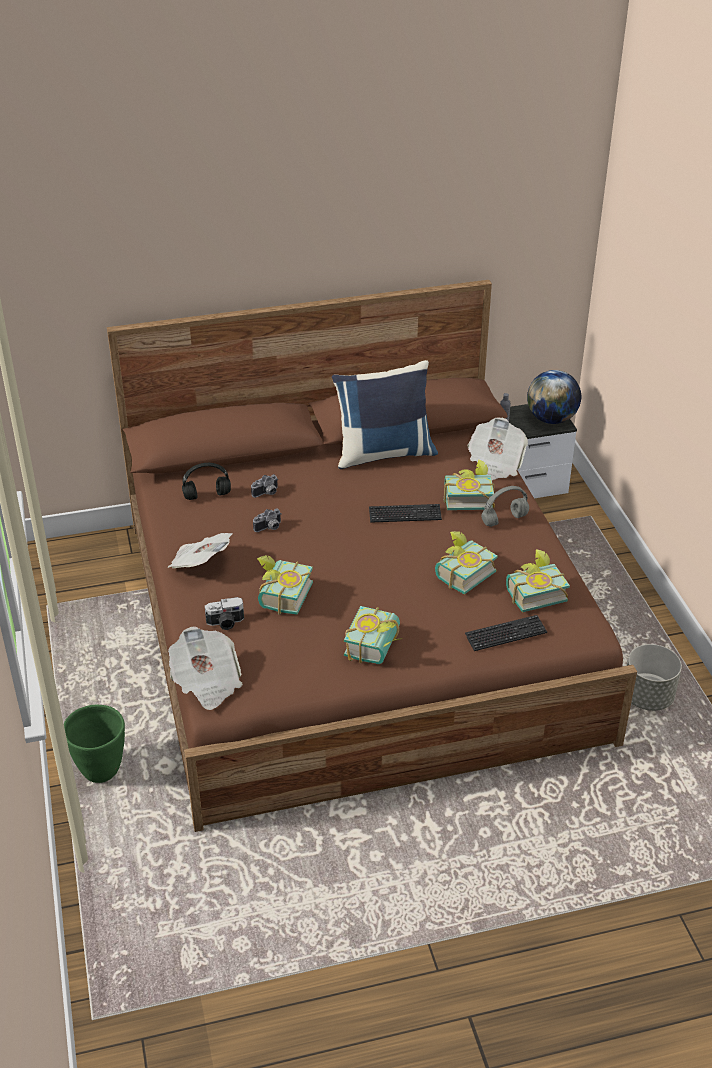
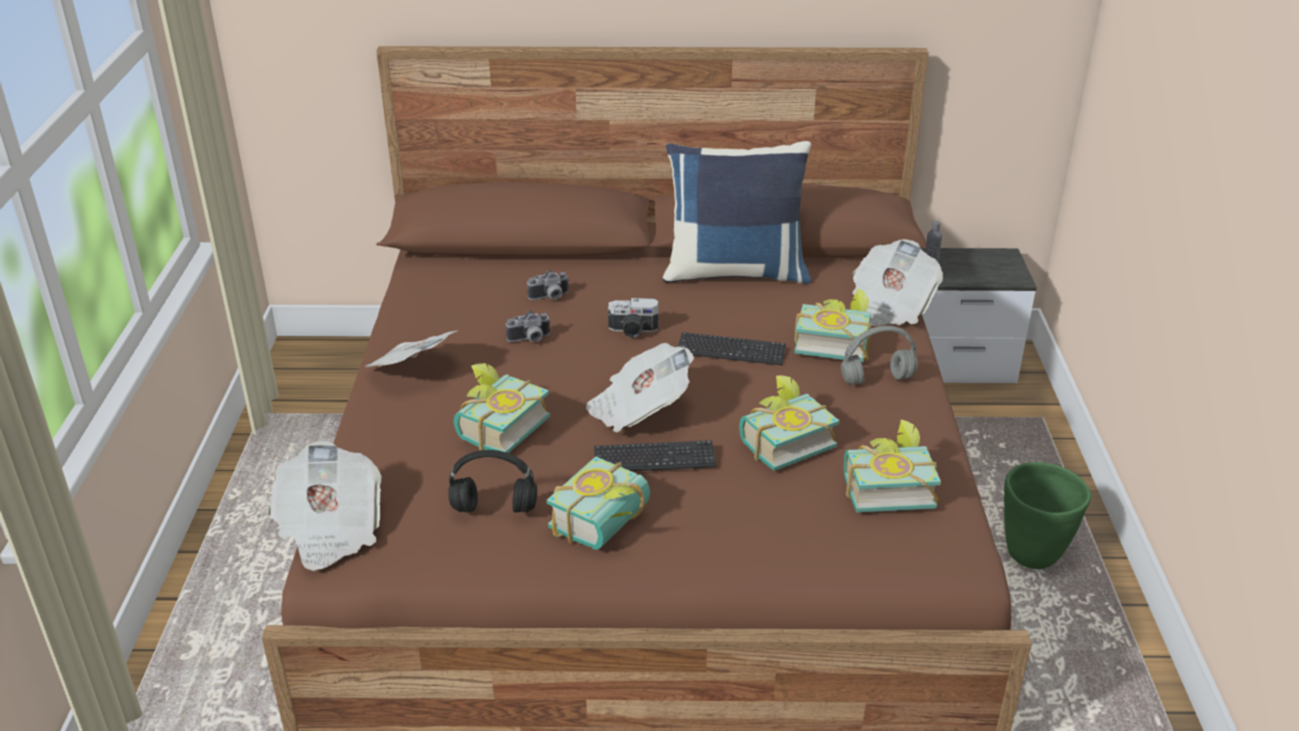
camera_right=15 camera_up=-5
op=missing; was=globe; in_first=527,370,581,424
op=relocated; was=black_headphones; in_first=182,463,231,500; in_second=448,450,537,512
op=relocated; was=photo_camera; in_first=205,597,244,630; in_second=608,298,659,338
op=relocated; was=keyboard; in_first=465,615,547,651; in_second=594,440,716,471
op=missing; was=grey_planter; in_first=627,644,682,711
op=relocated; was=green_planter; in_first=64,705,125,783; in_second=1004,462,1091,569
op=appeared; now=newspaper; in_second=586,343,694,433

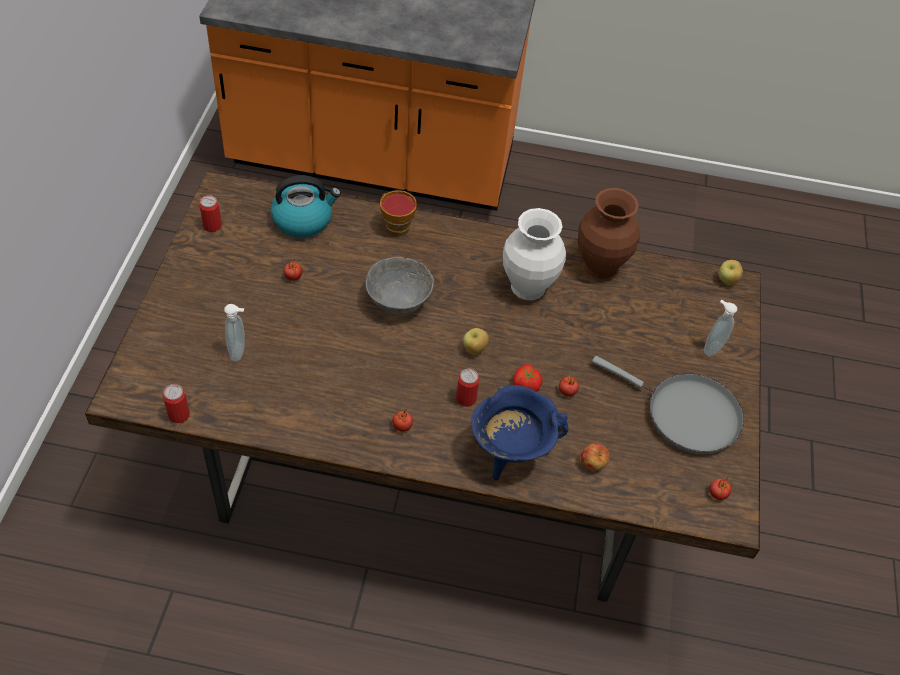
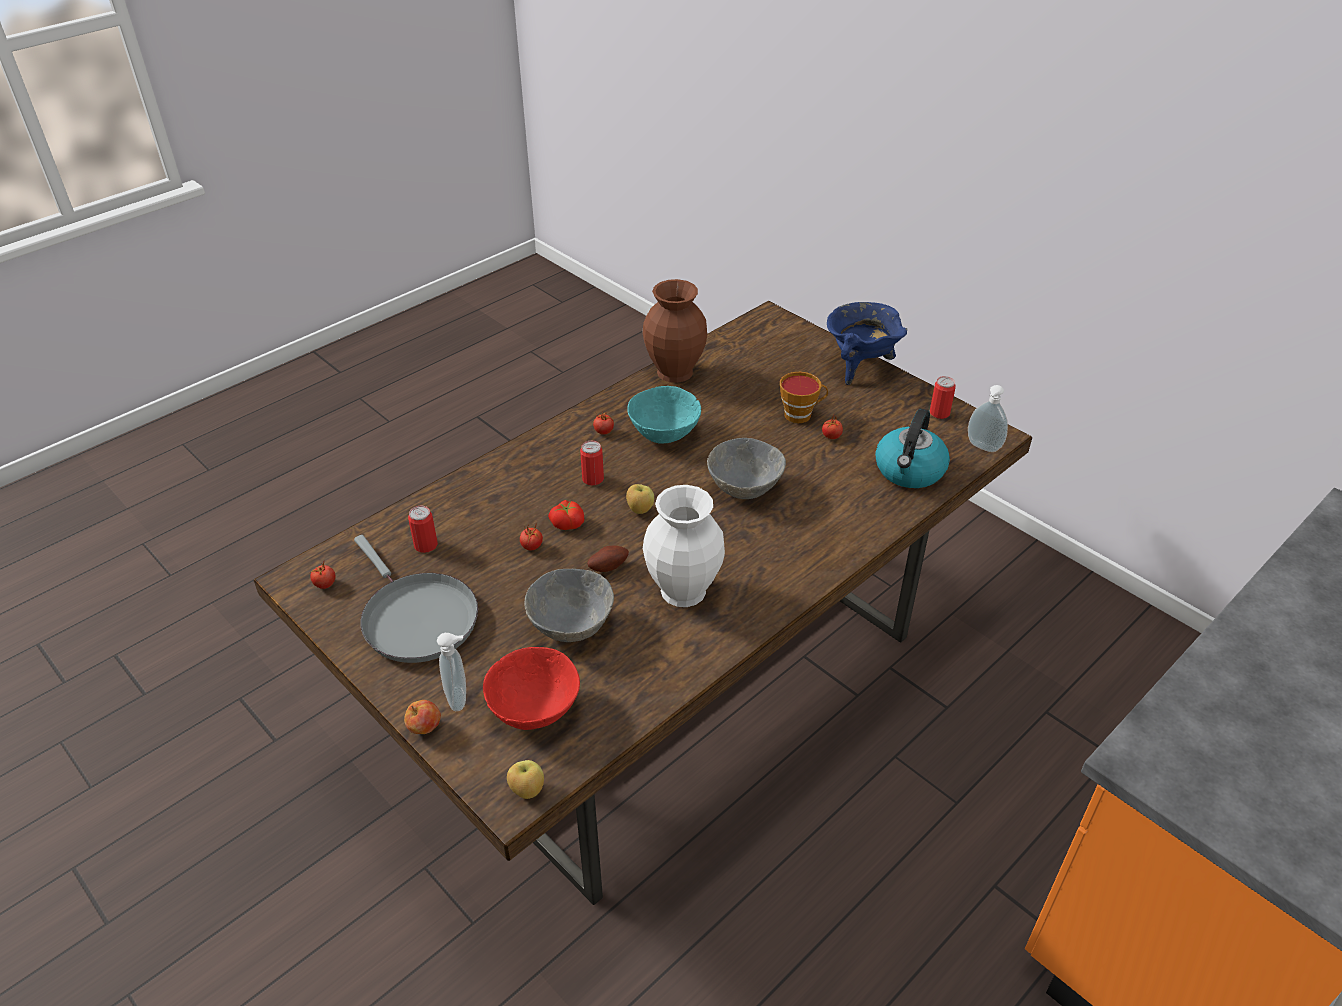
camera_right=130 camera_up=-10
op=relocated; was=brown_vase; in_first=578,188,640,279; in_second=642,279,707,383
op=relocated; was=cup; in_first=380,190,417,236; in_second=780,372,828,423
op=relocated; was=soap_dispenser; in_first=224,304,245,361; in_second=968,385,1008,452
op=spun; was=grey_frying_pan; in_first=592,356,744,454; in_second=354,535,478,663; clockwise=-105
op=relocated; was=can; in_first=163,384,190,423; in_second=408,506,438,553
op=relocated; was=blue_cooking_pot; in_first=471,385,568,480; in_second=827,302,907,385
op=relocated; was=apple; in_first=581,443,609,470; in_second=404,700,441,734
op=appeared; now=turquoise_bowl; in_second=627,386,701,444
op=appeared; now=potato; in_second=587,545,629,572
op=appeared; now=grey_bowl; in_second=524,569,614,642
op=appeared; now=red_bowl; in_second=483,647,580,730

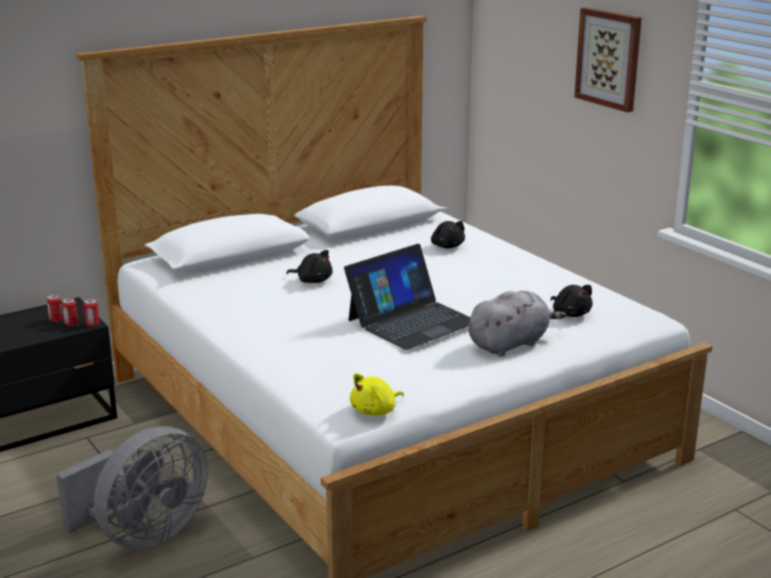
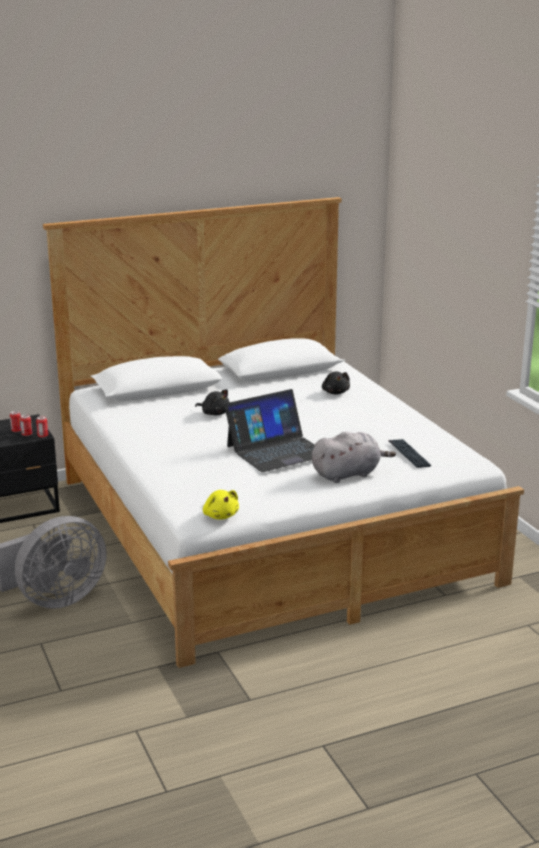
camera_right=10 camera_up=0
op=missing; was=picture; in_first=574,7,642,112
op=exchanged; was=black_plush_toy; now=keyboard; in_first=551,285,593,317; in_second=388,439,431,468
op=spun; was=yellow_plush_toy; in_first=350,373,404,416; in_second=203,490,239,519; clockwise=-90

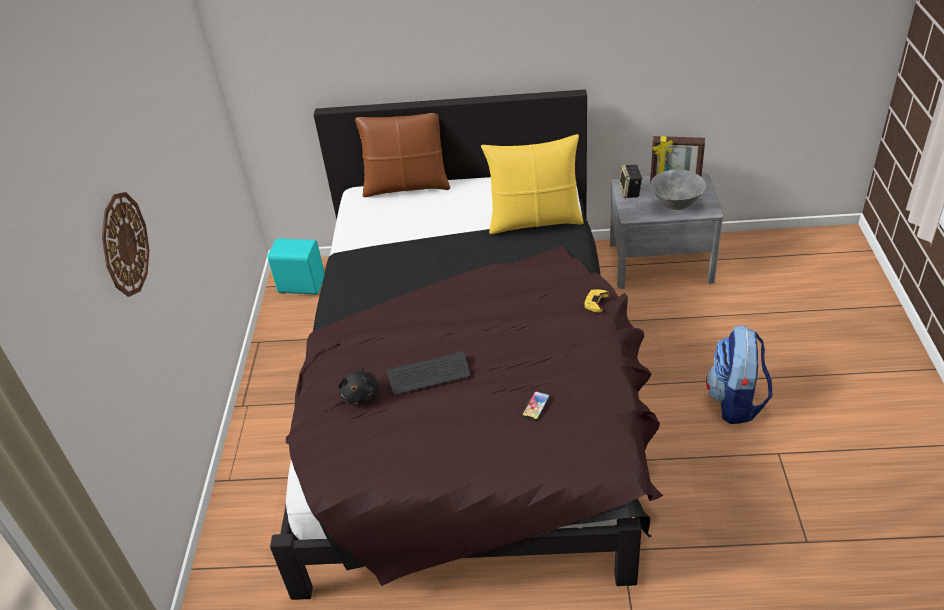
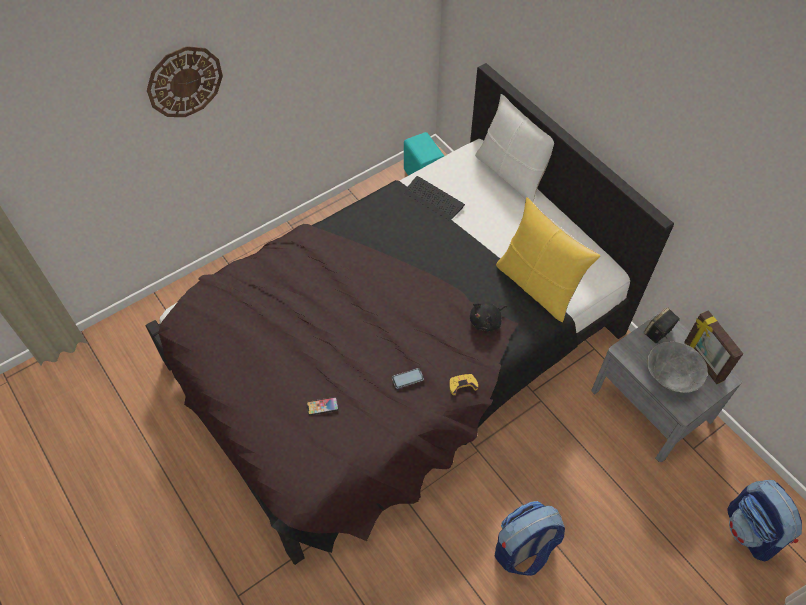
camera_right=50 camera_up=15
op=colour; was=brown_pillow; now=white_pillow; in_first=355,113,450,197; in_second=475,94,554,202
op=relocated; was=keyboard; in_first=386,351,470,395; in_second=404,176,465,221
op=relocated; was=black_plush_toy; in_first=338,368,379,405; in_second=470,302,507,332
op=appeared; now=phone; in_second=392,368,424,389
op=appeared; now=backpack; in_second=727,480,802,562

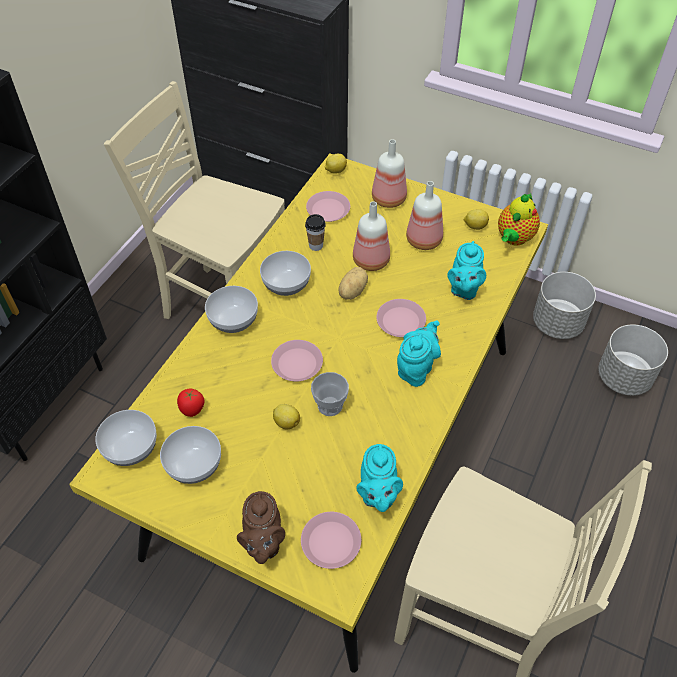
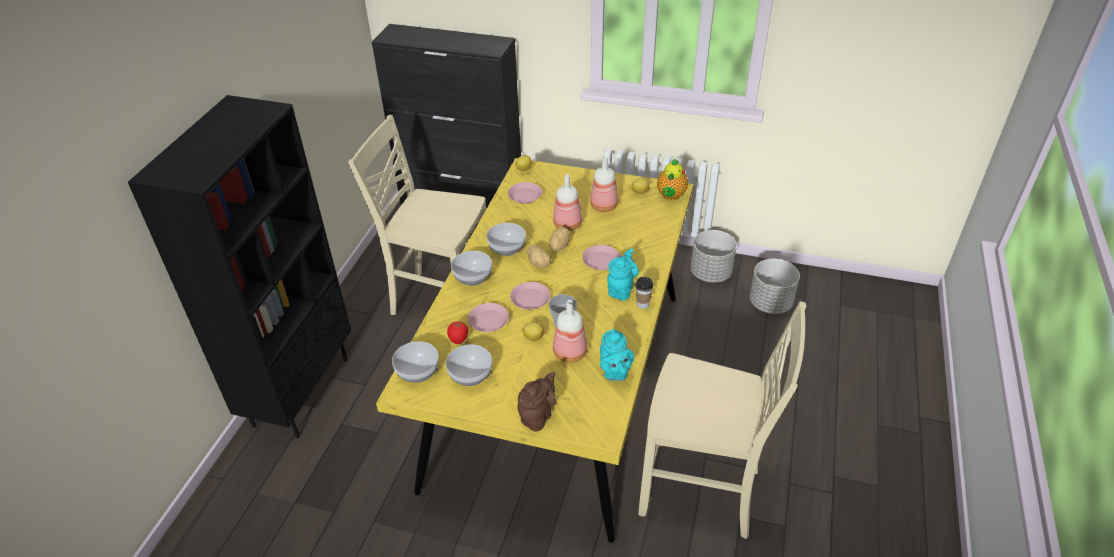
camera_right=-10 camera_up=-10
op=relocated; was=bottle; in_first=372,139,407,208; in_second=553,300,587,363
op=relocated; was=cup; in_first=305,214,326,251; in_second=635,277,653,309
op=missing; was=turquoise_teapot; in_first=447,241,486,300
op=spun; was=brown_teapot; in_first=237,491,285,564; in_second=518,372,556,432; clockwise=-135
op=relocated; was=pink_plate; in_first=301,512,361,569; in_second=468,303,509,332
op=appeared; now=potato; in_second=527,245,551,268

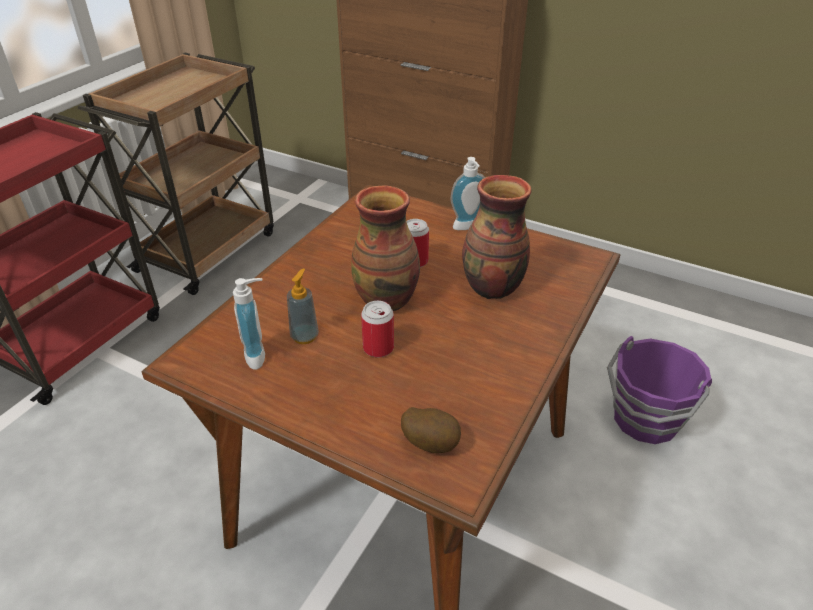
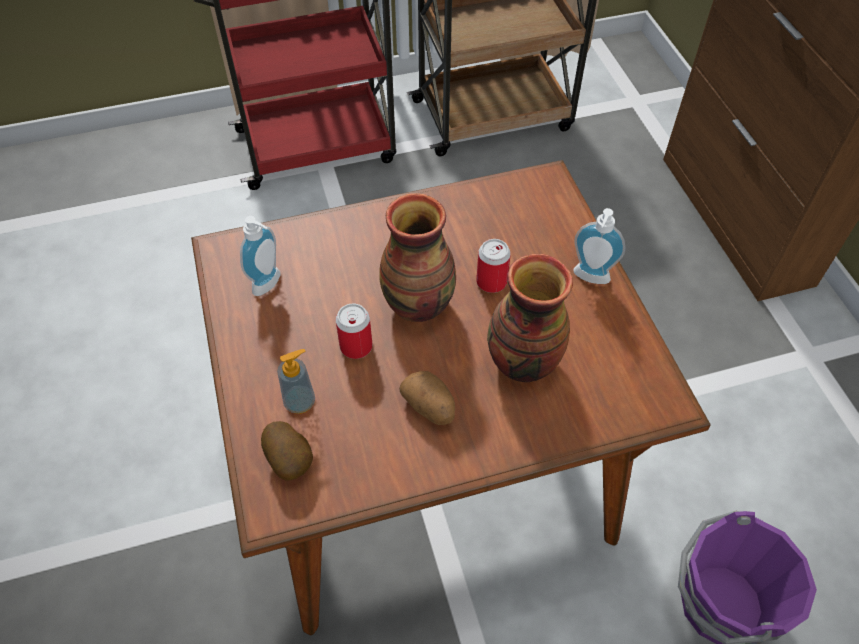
camera_right=45 camera_up=15
op=relocated; was=soap_dispenser; in_first=287,269,319,344; in_second=277,349,315,414
op=appeared; now=potato; in_second=399,371,455,425

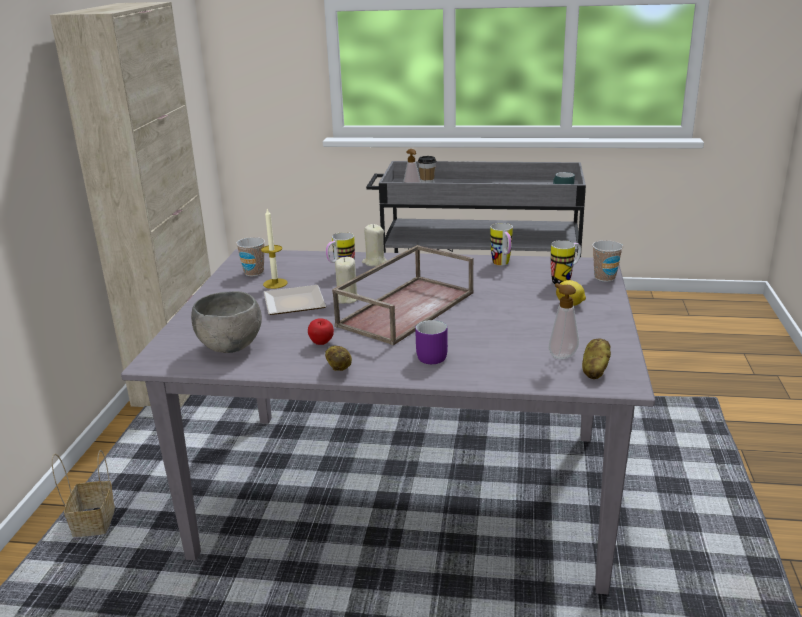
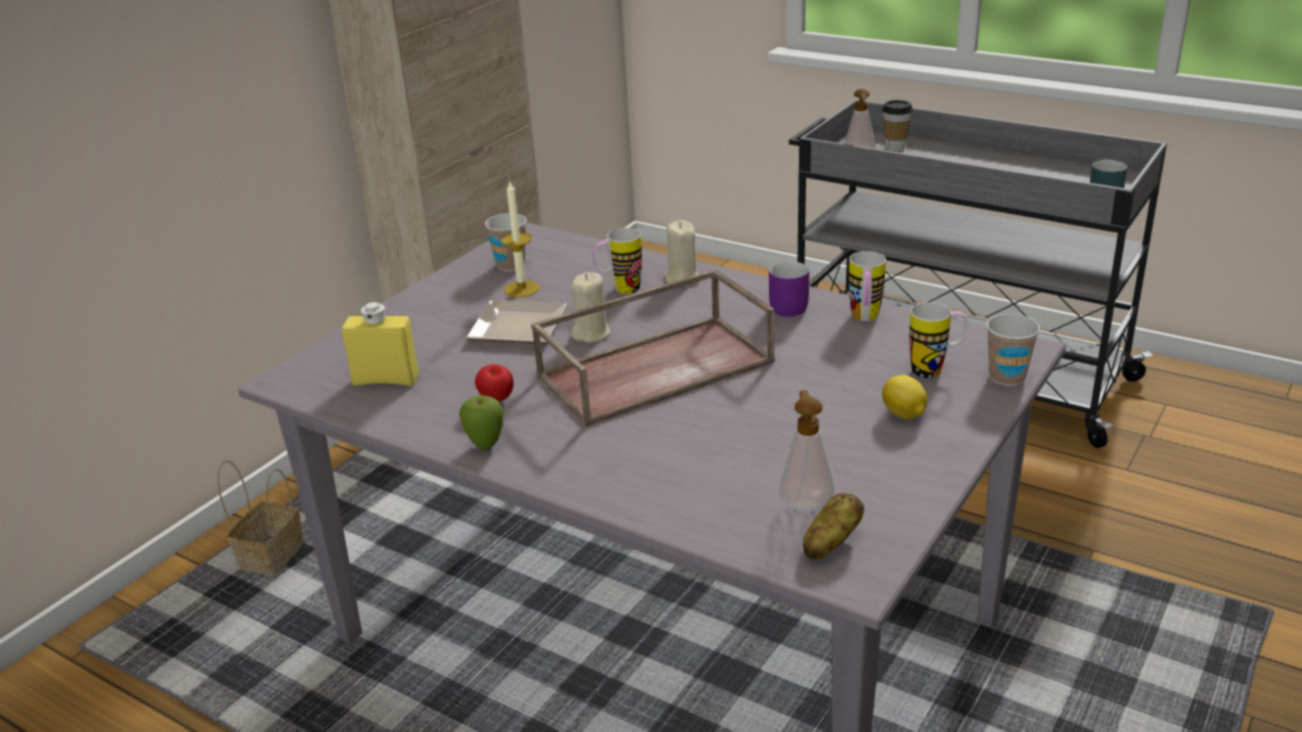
camera_right=25 camera_up=5
op=exchanged; was=grey_bowl; now=yellow_bottle; in_first=191,291,262,353; in_second=341,302,419,386
op=relocated; was=purple_mug; in_first=415,320,448,364; in_second=769,261,809,317
op=exchanged; was=potato; now=apple; in_first=325,346,352,371; in_second=459,395,504,450

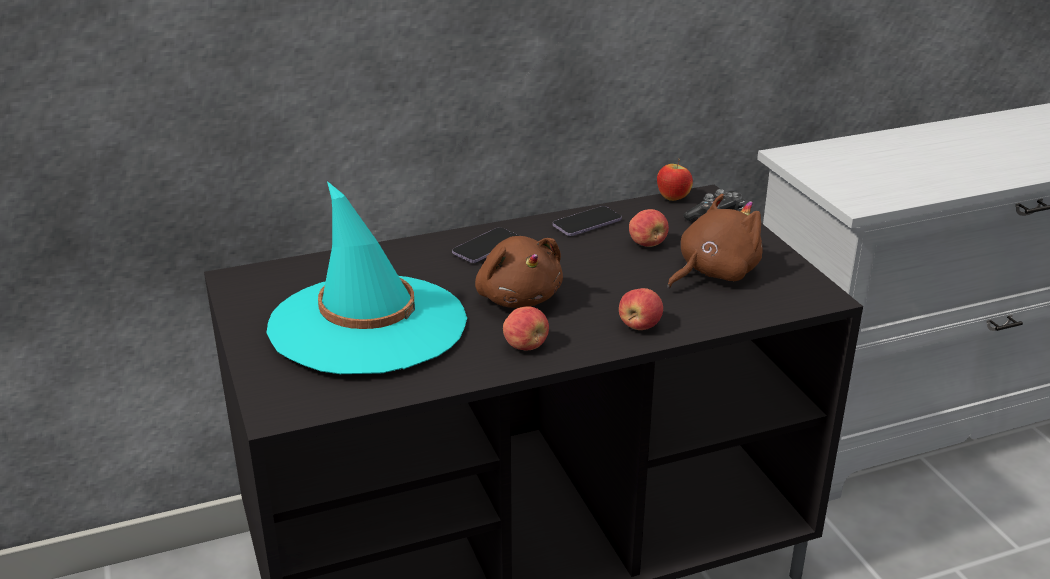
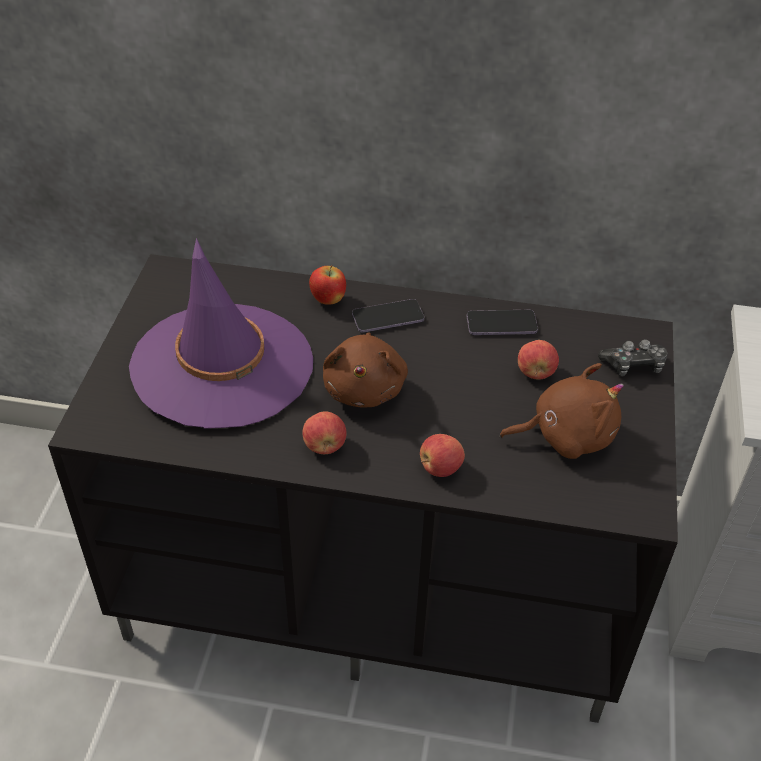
camera_right=30 camera_up=15
op=relocated; was=apple; in_first=657,159,693,201; in_second=309,265,346,305
op=colour; was=turquoise_hat; now=purple_hat; in_first=266,181,467,374; in_second=129,238,313,429

